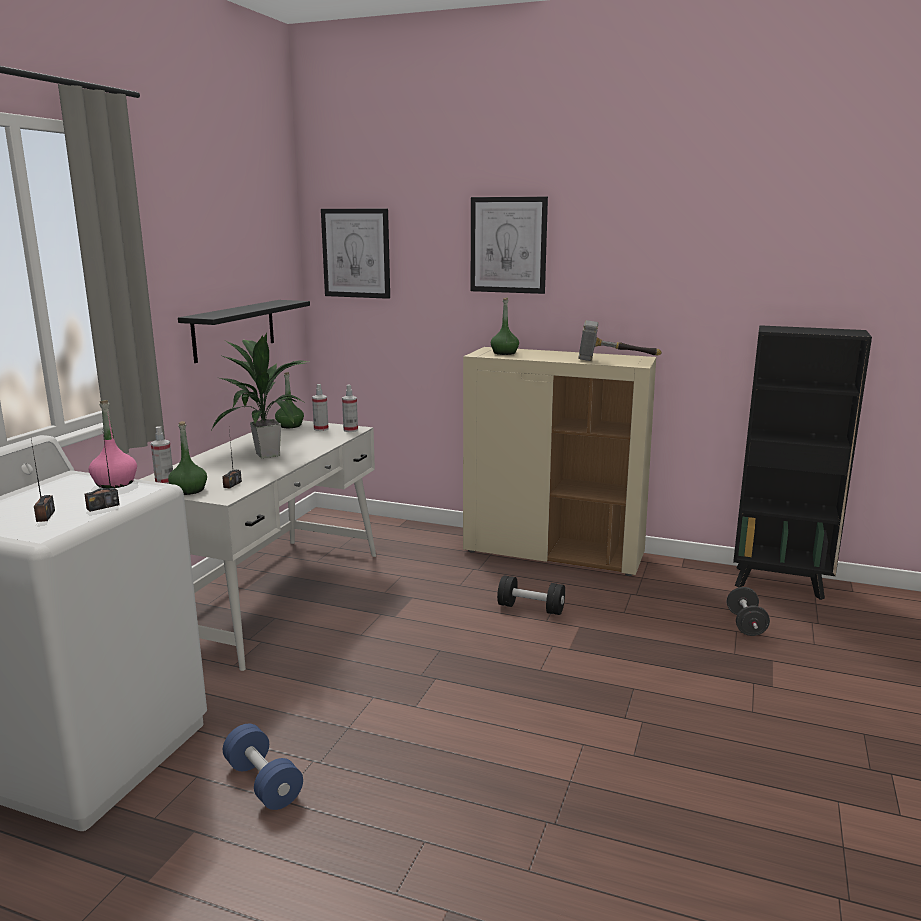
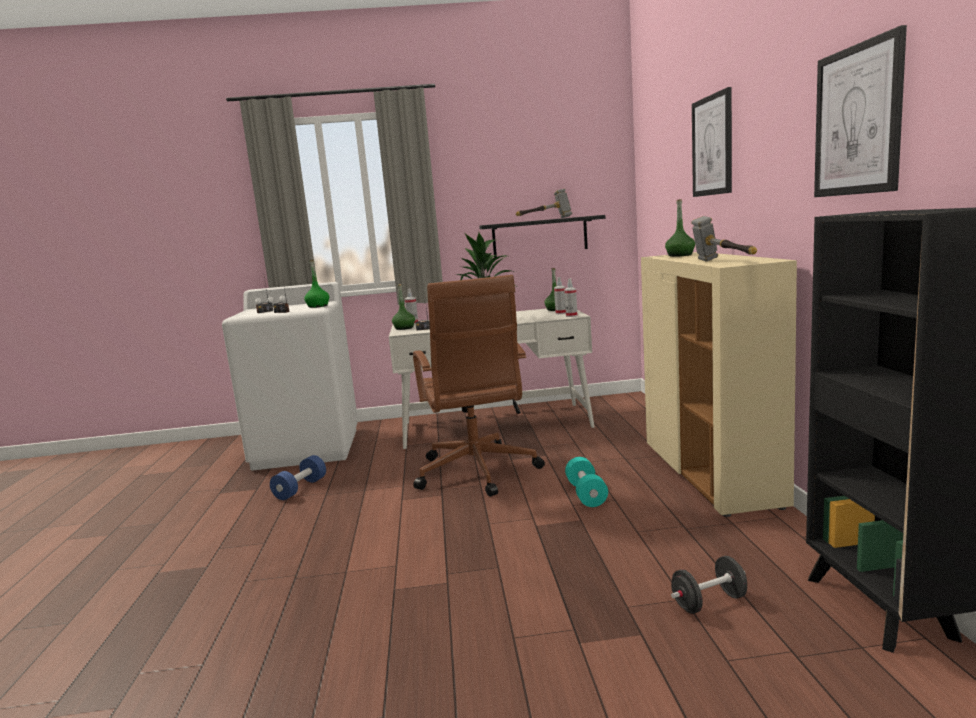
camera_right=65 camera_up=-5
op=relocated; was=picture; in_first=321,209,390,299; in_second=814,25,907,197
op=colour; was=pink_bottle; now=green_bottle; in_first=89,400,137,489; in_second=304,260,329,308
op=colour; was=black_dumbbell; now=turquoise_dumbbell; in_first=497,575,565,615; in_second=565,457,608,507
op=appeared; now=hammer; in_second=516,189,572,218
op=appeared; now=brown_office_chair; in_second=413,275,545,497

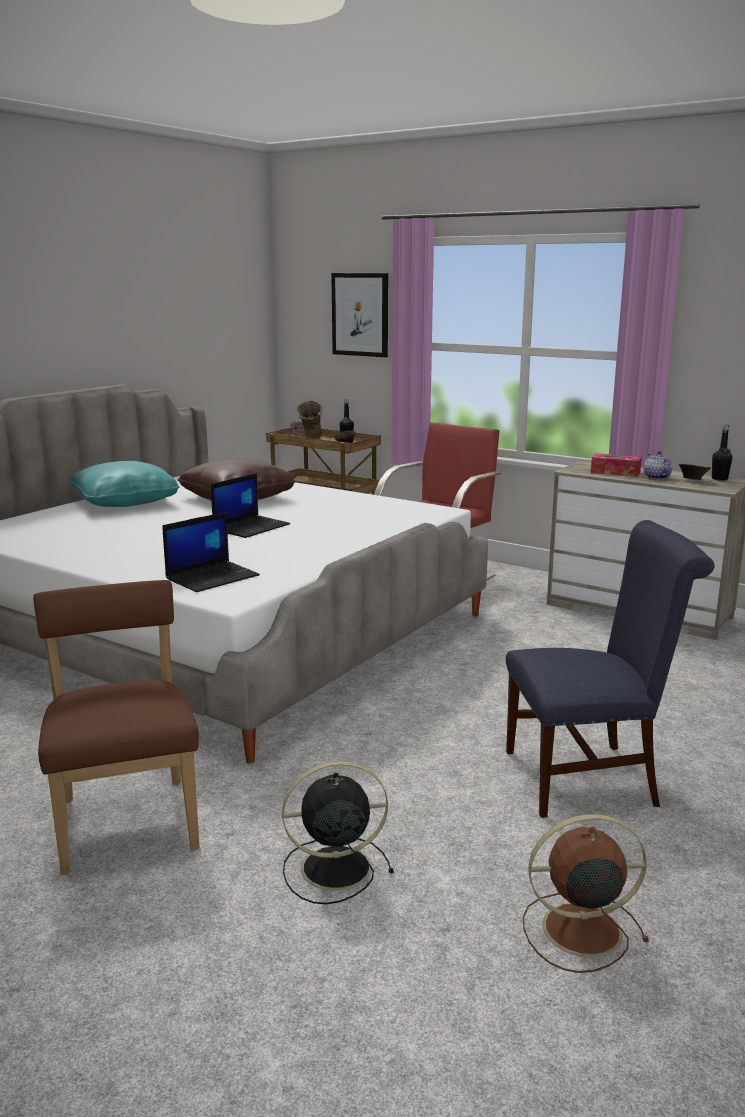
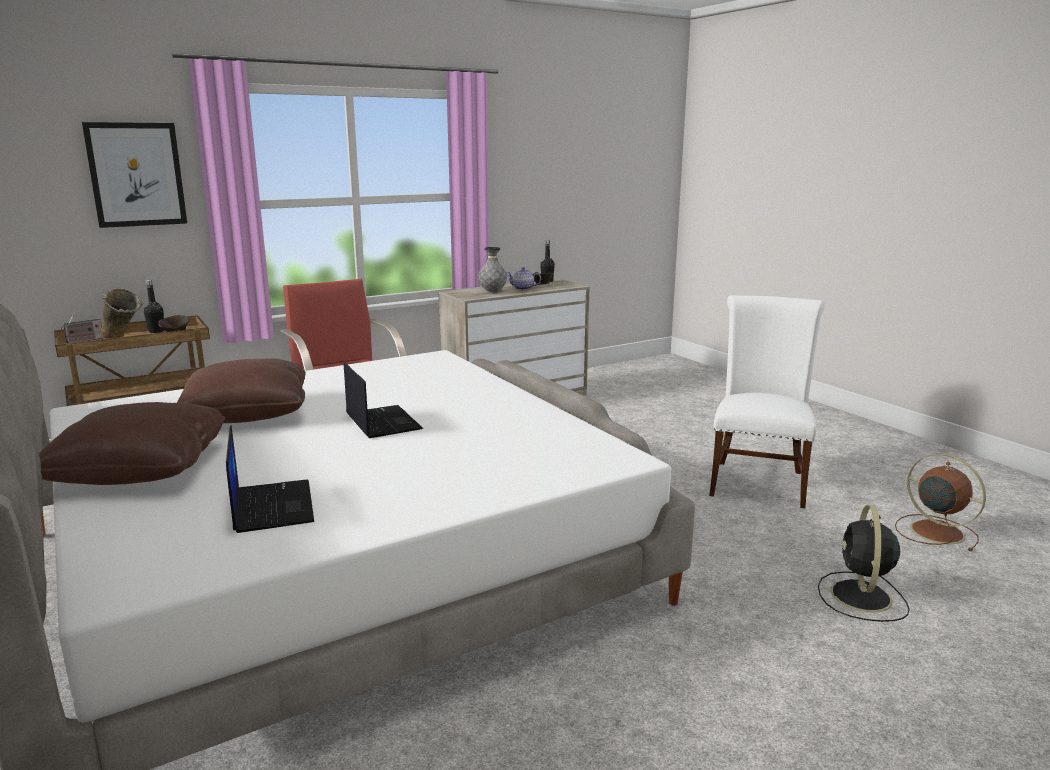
camera_right=-65 camera_up=0
op=exchanged; was=tissue_box; now=grey_vase; in_first=591,453,642,477; in_second=478,247,507,292
op=colour; was=turquoise_pillow; now=brown_pillow; in_first=70,461,180,507; in_second=39,402,225,485
op=relocated; was=laptop; in_first=162,512,260,592; in_second=226,425,314,533
op=colour; was=blue_chair; now=white_chair; in_first=506,520,715,818; in_second=709,295,825,509
op=missing; was=brown_chair; in_first=33,580,199,875
op=spun; was=brown_fan; in_first=523,814,649,973; in_second=895,454,986,551; clockwise=120

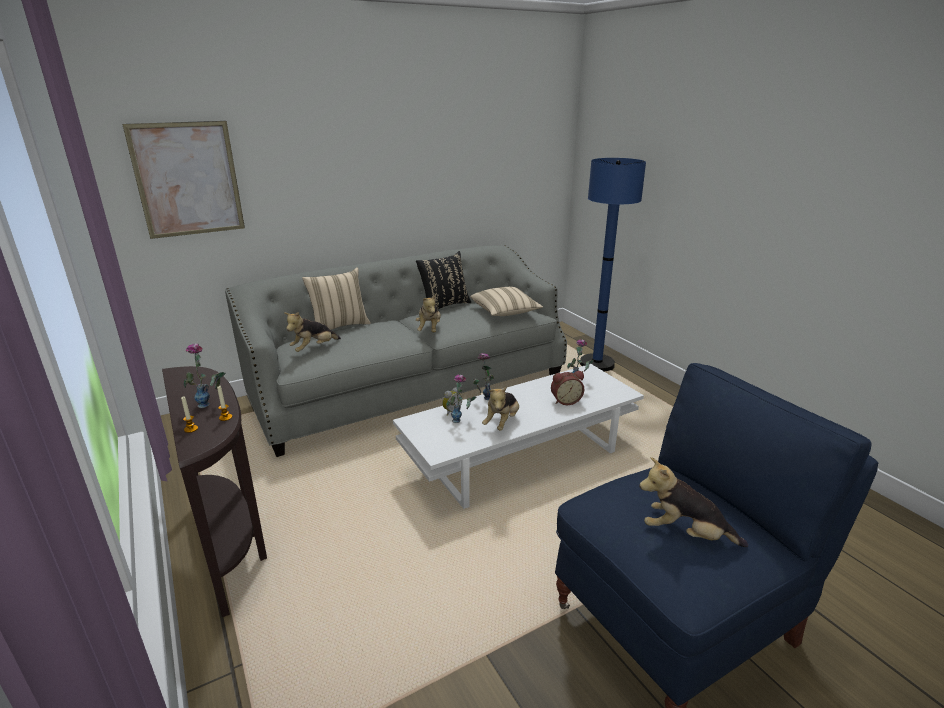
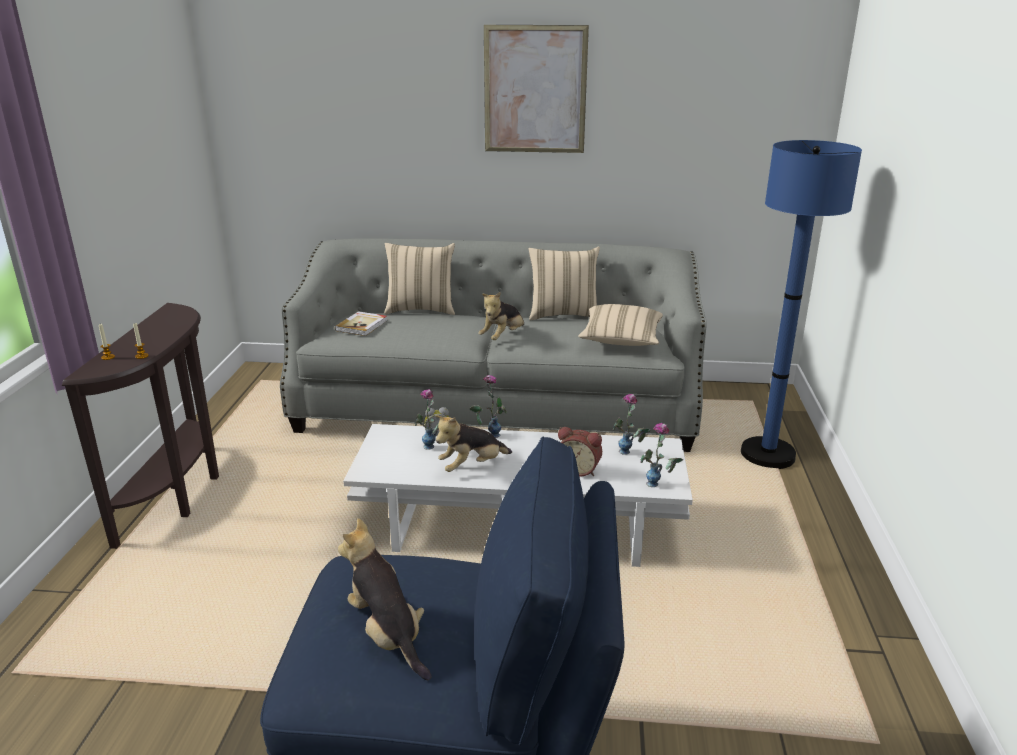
camera_right=35 camera_up=0
op=relocated; was=picture; in_first=122,121,245,239; in_second=484,25,589,153
op=colour; was=black_pillow; now=beige_pillow; in_first=416,251,471,310; in_second=528,246,600,320
op=exchanged; was=plush_toy; now=book; in_first=284,312,341,352; in_second=335,311,388,336
op=relocated; was=vase; in_first=184,343,225,408; in_second=641,423,683,487

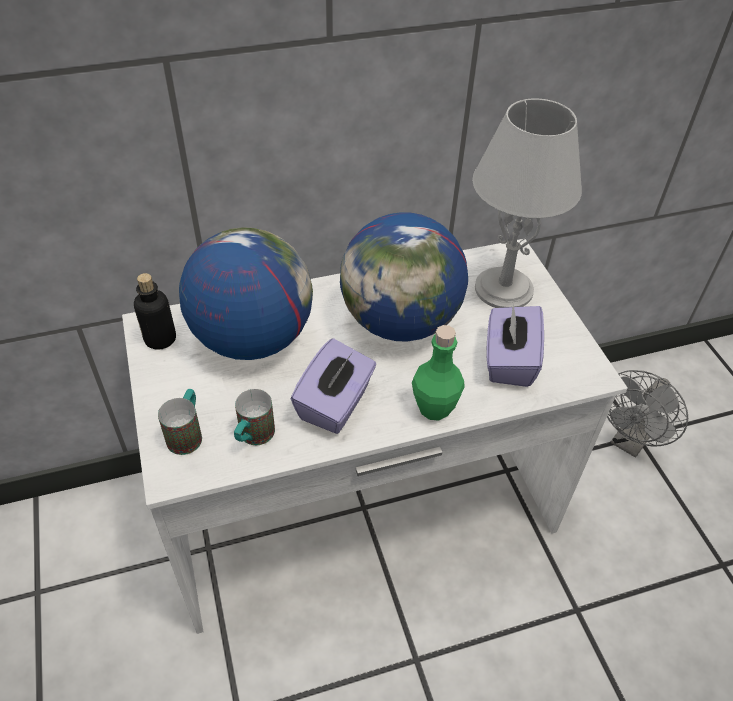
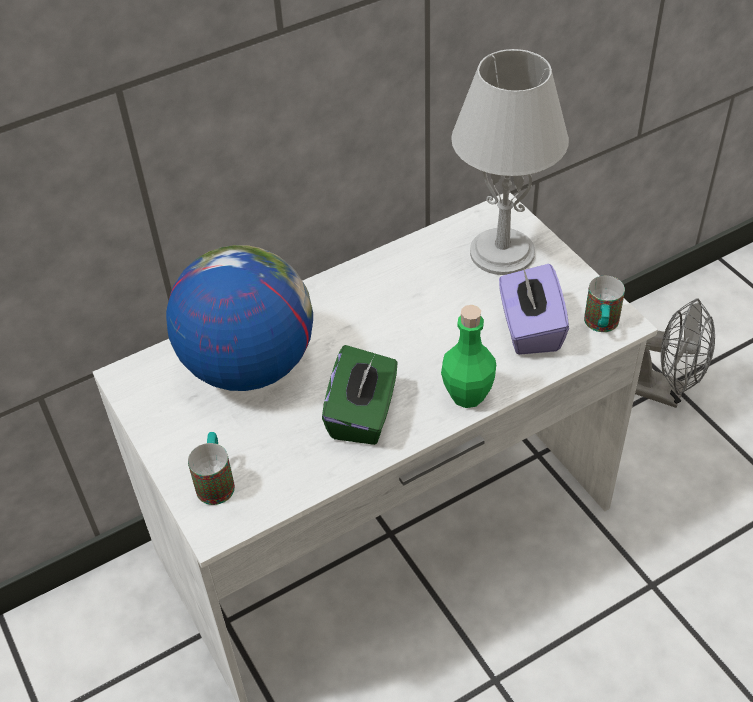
camera_right=-10 camera_up=0
op=missing; was=globe; in_first=340,212,468,341
op=missing; was=bottle; in_first=134,273,176,350
op=colour; was=purple_tissue_box; now=green_tissue_box; in_first=291,338,376,434; in_second=322,345,397,445
op=spun; was=grey_fan; in_first=607,370,688,458; in_second=635,298,715,408; clockwise=-90
op=relocated; was=mug; in_first=234,389,275,445; in_second=584,276,625,332

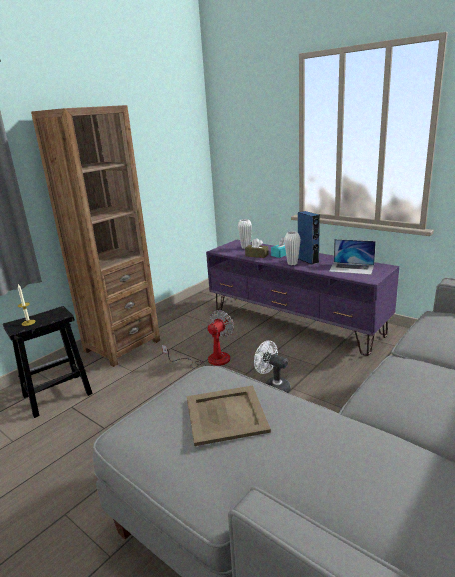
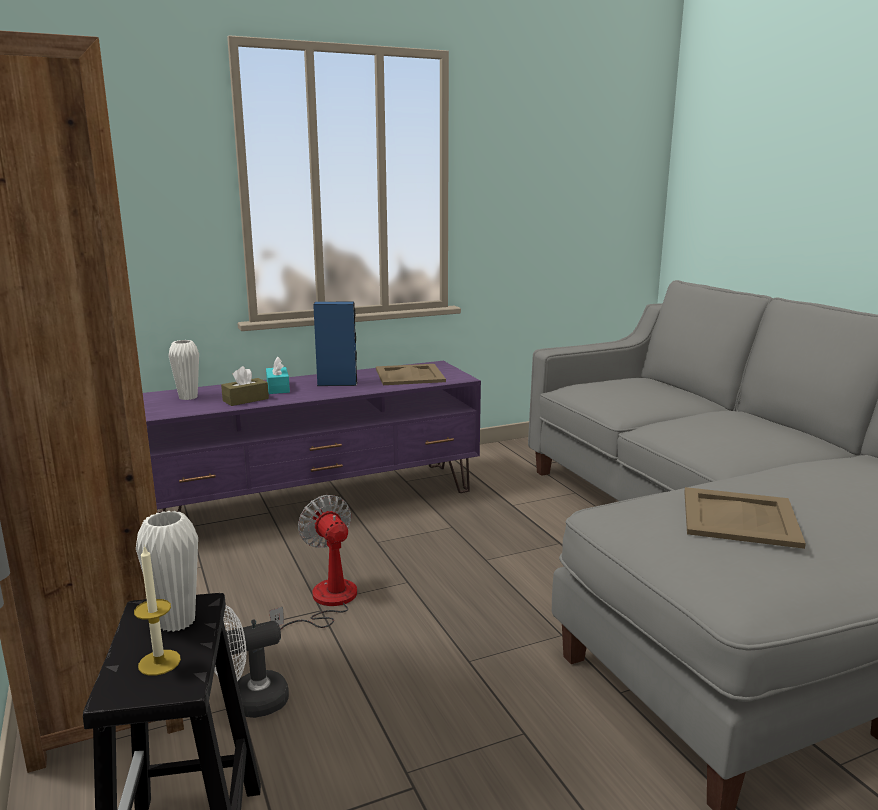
camera_right=-65 camera_up=-5
op=relocated; was=white_vase; in_first=284,231,301,265; in_second=136,511,198,632
op=exchanged; was=laptop; now=beige_tray; in_first=329,239,376,275; in_second=376,364,446,385
op=relocated; was=white_fan; in_first=254,340,291,393; in_second=214,606,289,718

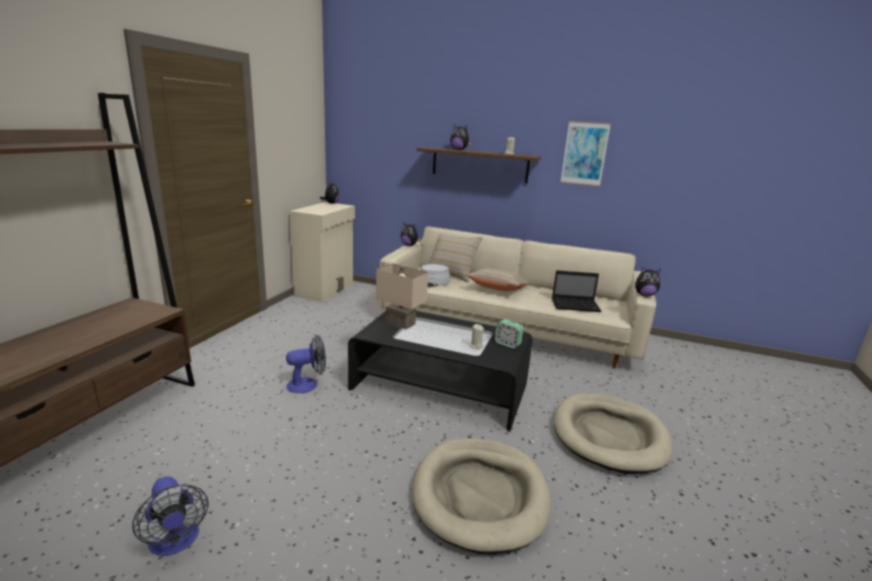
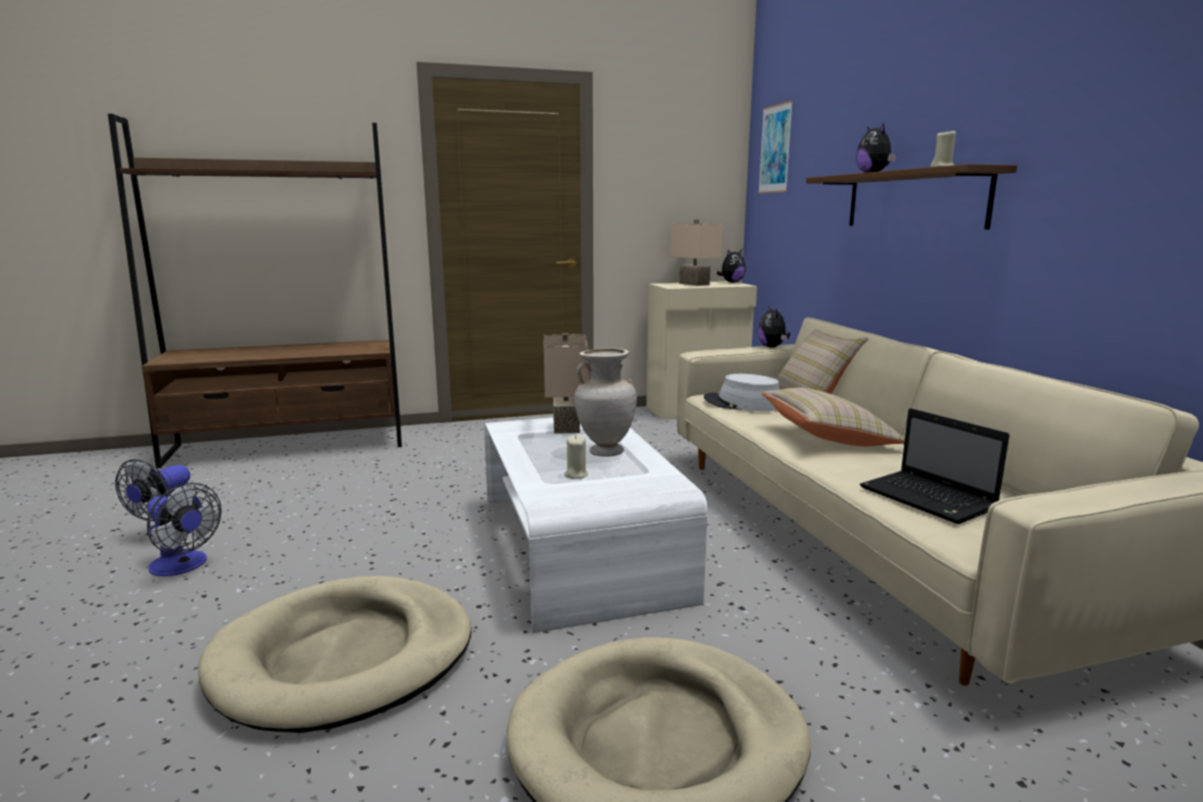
camera_right=55 camera_up=-5
op=relocated; was=picture; in_first=560,121,611,186; in_second=758,100,793,193
op=missing; was=plush_toy; in_first=635,267,661,297
op=colour; was=black_coffee_table; now=white_coffee_table; in_first=348,311,533,432; in_second=484,417,708,633
op=missing; was=alarm_clock; in_first=495,319,524,348
op=relocated; was=fan; in_first=286,335,326,393; in_second=147,483,222,576
op=appeared; now=beige_table_lamp; in_second=670,219,723,286
op=appeared; now=beige_vase; in_second=575,348,637,457

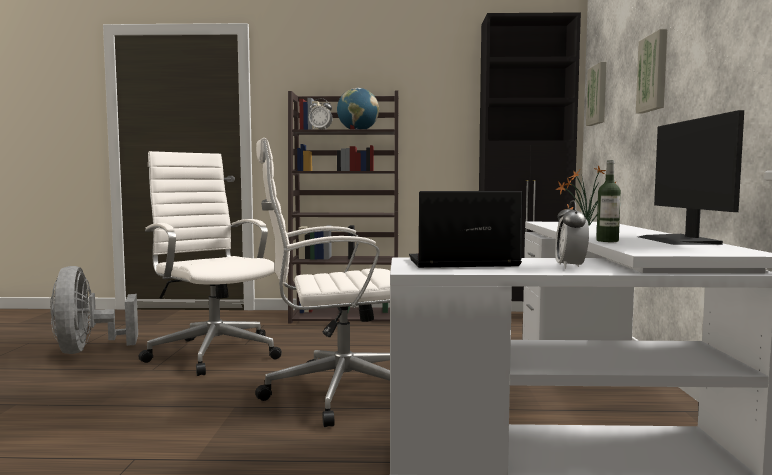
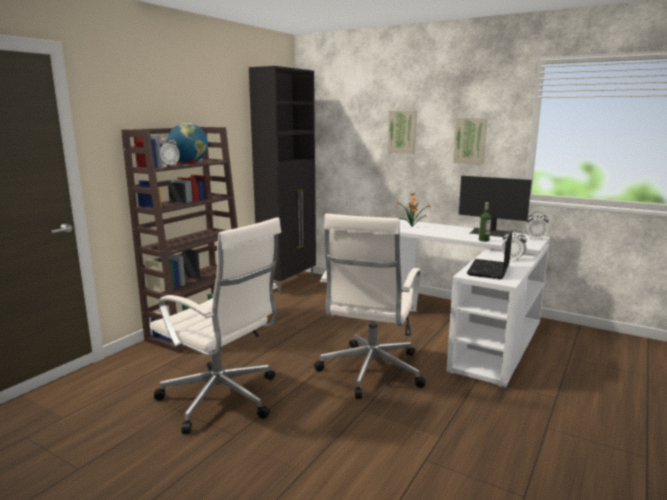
camera_right=-60 camera_up=10
op=relocated; was=picture; in_first=586,62,607,126; in_second=453,118,488,165
op=spun; was=white_office_chair; in_first=139,151,282,376; in_second=150,217,281,434; clockwise=-135
op=missing; was=grey_fan; in_first=50,266,138,354
op=appeared; now=alarm_clock; in_second=525,212,549,239

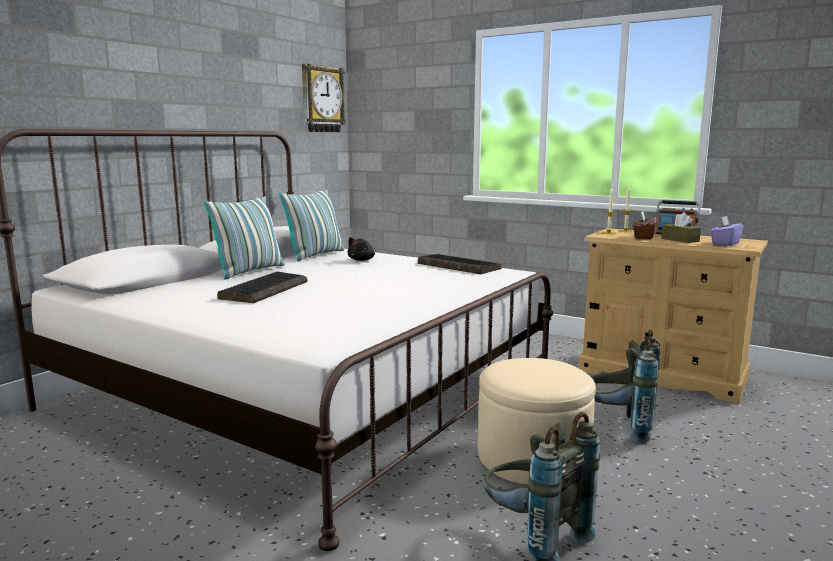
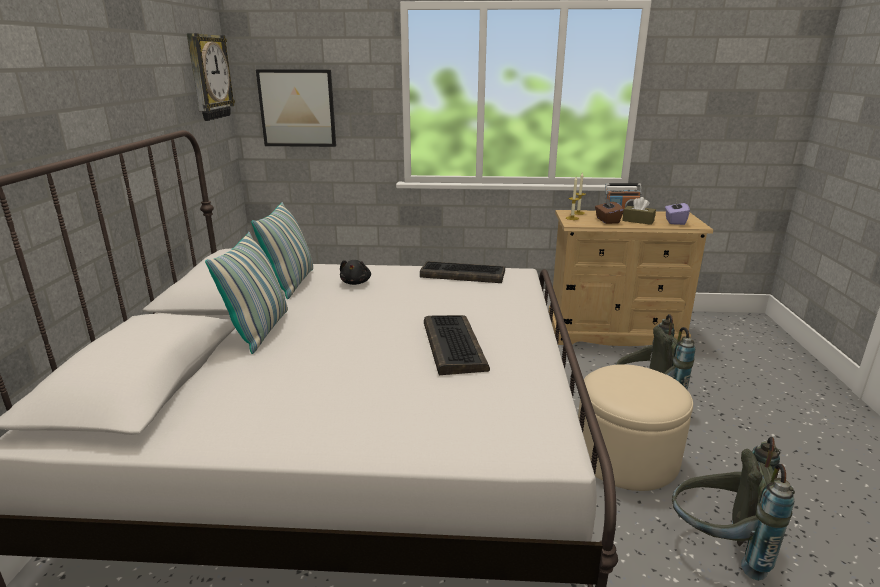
camera_right=-30 camera_up=10
op=relocated; was=keyboard; in_first=217,272,307,303; in_second=424,315,490,375
op=appeared; now=picture; in_second=256,69,336,147

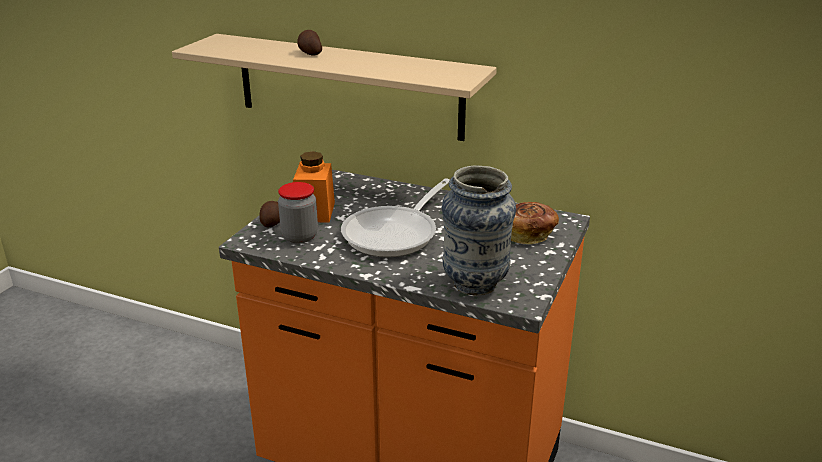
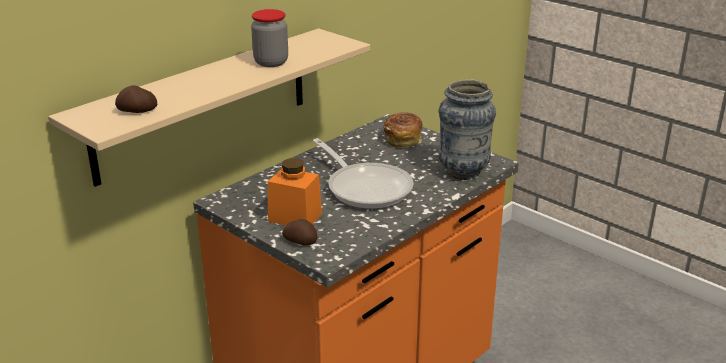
camera_right=-70 camera_up=0
op=relocated; was=potato; in_first=297,30,322,56; in_second=115,85,157,113
op=relocated; was=jar; in_first=278,182,318,243; in_second=251,9,288,67

